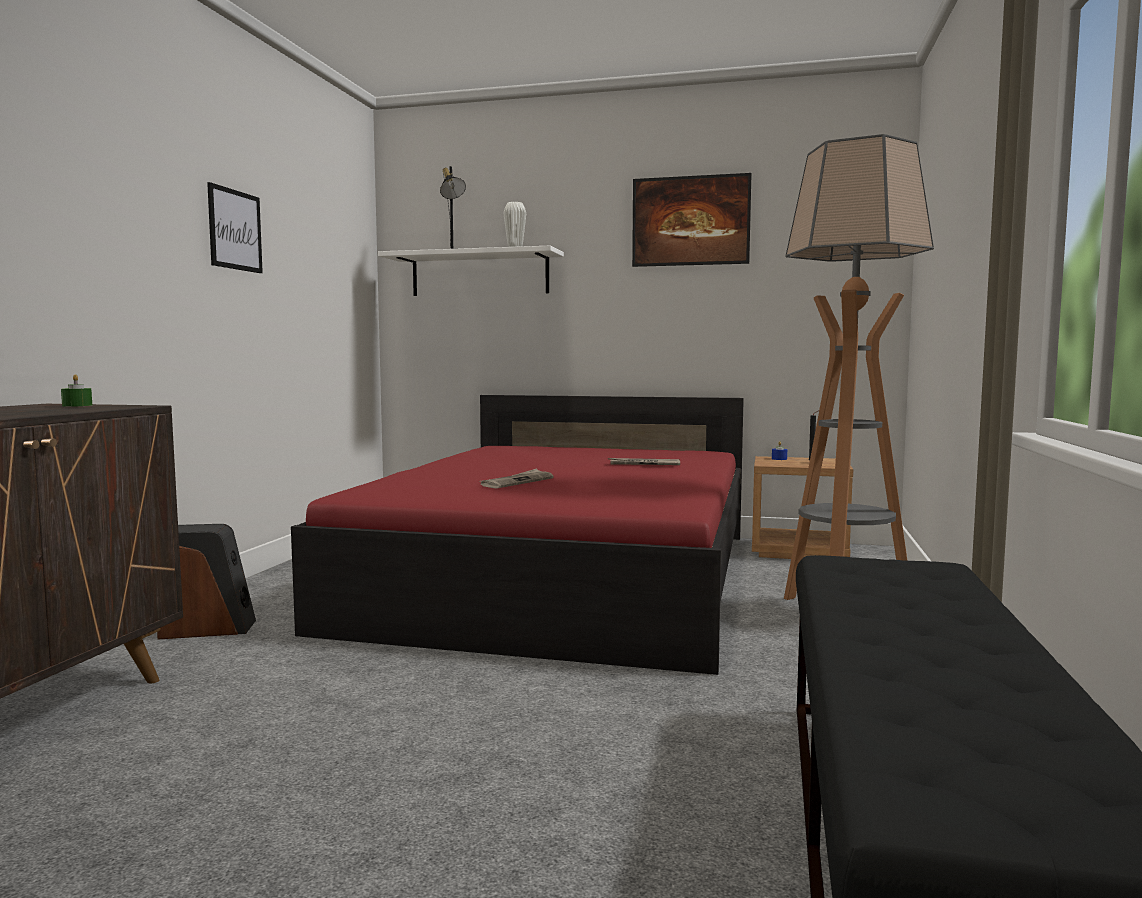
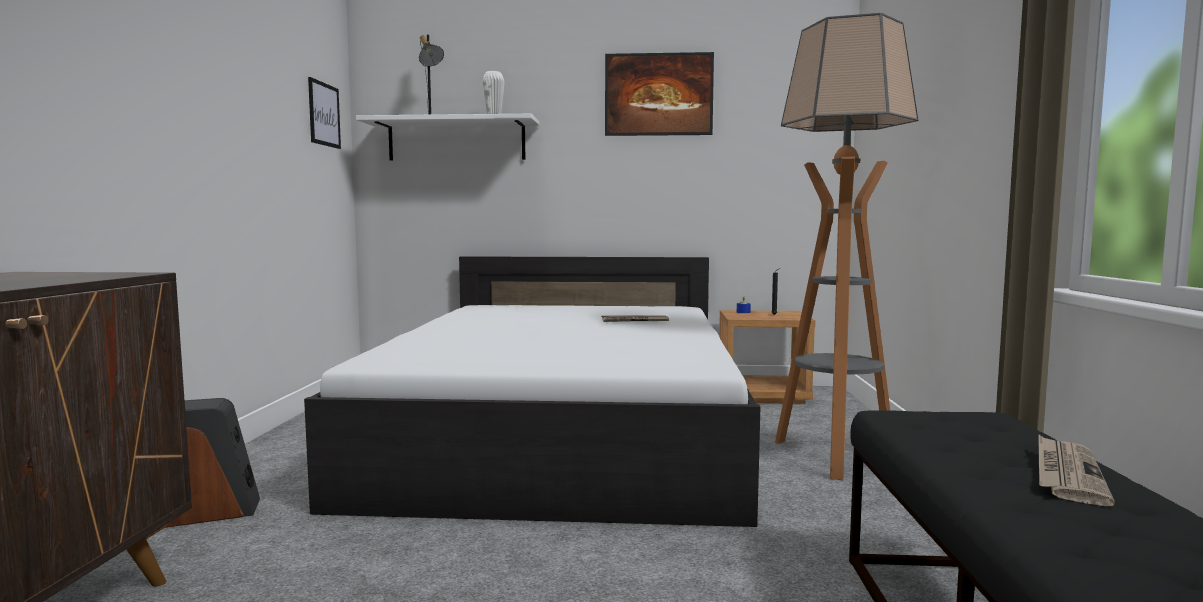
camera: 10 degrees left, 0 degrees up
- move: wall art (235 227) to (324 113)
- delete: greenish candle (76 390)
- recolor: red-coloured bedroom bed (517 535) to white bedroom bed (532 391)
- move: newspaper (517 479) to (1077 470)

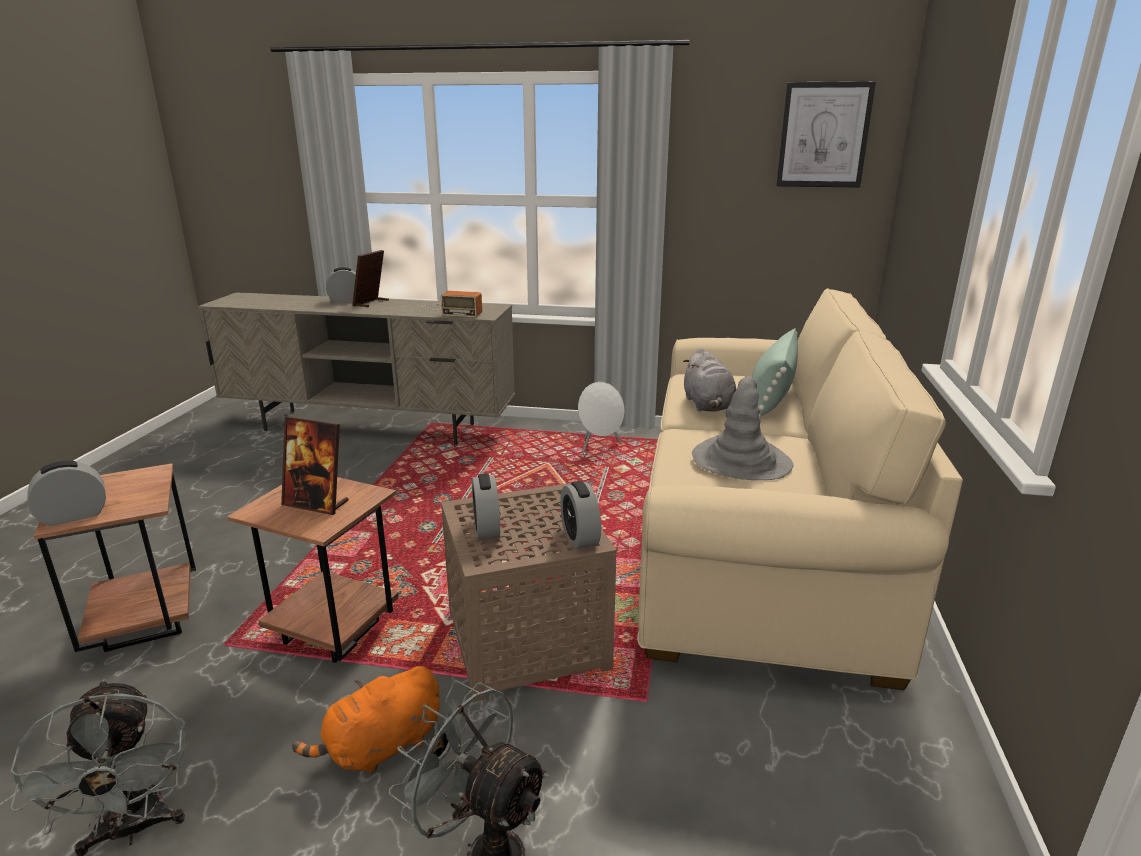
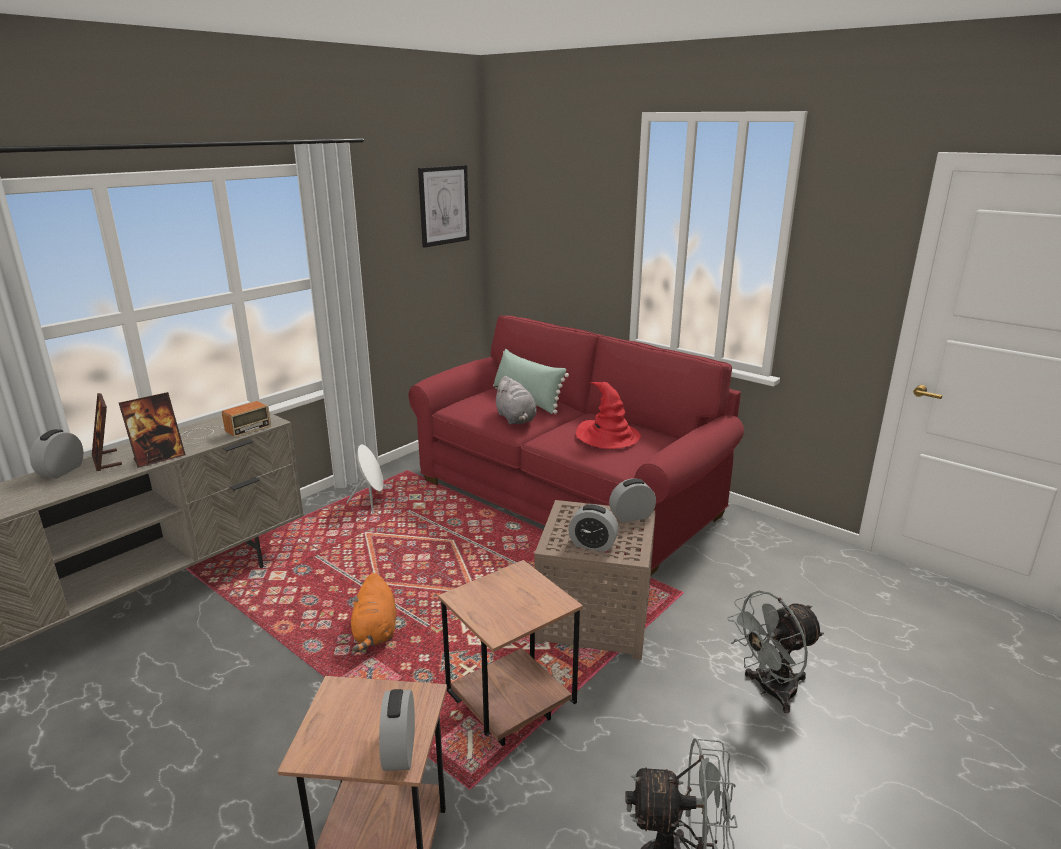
camera: 60 degrees left, 0 degrees up
- recolor: sand-coloured settee (800 489) to red-coloured settee (576 445)
- rotate: gray soft toy (709 380) = (515 400) 45 degrees clockwise
- recolor: gray wearable hat (742 428) to red-coloured wearable hat (608 415)
- move: photo frame (315 465) to (152 430)
- rotate: table clock (580 515) = (632 501) 150 degrees clockwise
- move: orange-coloured soft toy (366 720) to (373 612)

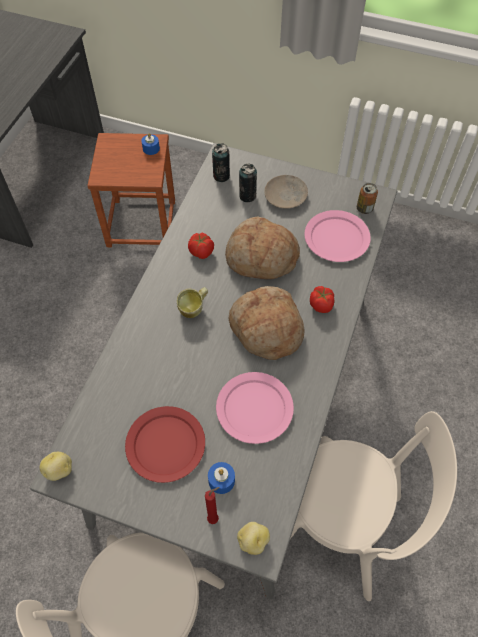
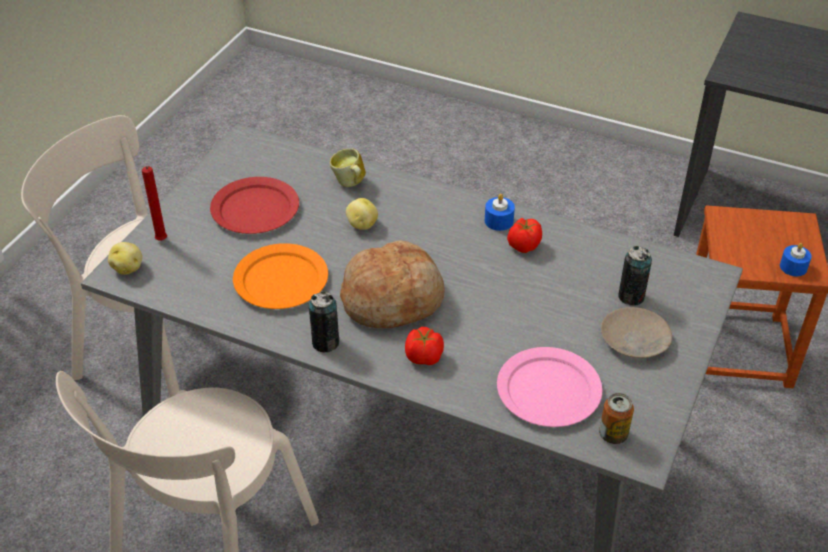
camera: 95 degrees right, 15 degrees down
- move: can (221 162) to (324 322)
- delete: baked bread (262 247)
- move: tea mug (192 302) to (348 167)
- recolor: pinkish dinner plate (255 408) to orange-coloured dinner plate (280 276)
- move: potato (56 466) to (362 214)
- move: bluish candle (221 478) to (500 212)

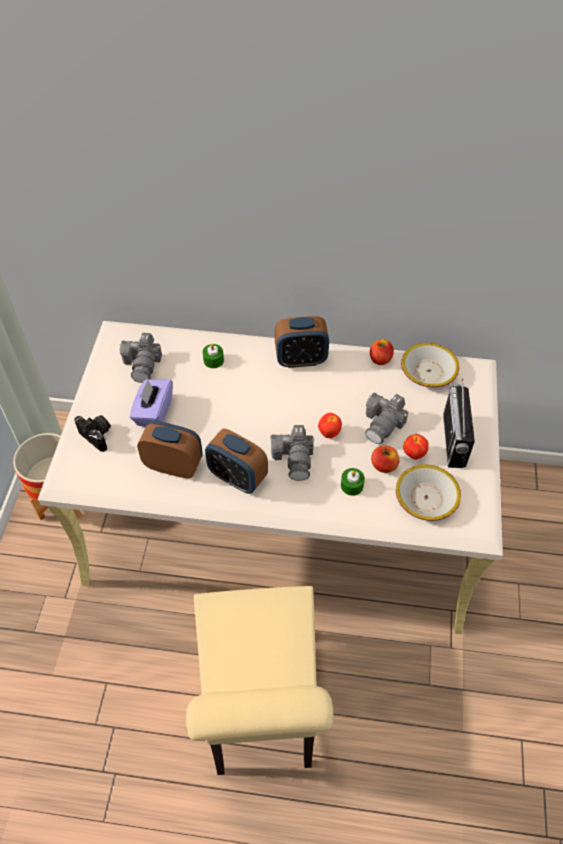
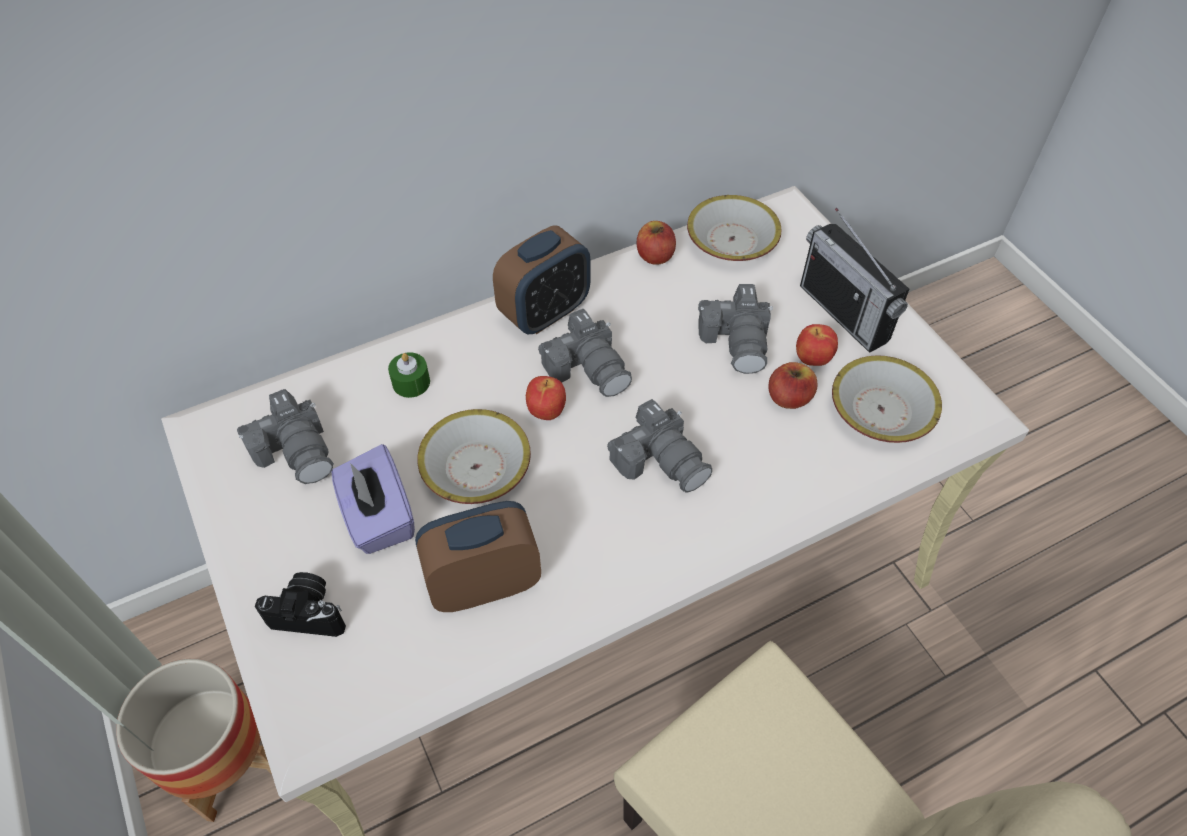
camera: 35 degrees left, 0 degrees up
- move: whole apple (330 425) to (546 398)
- delete: table clock (236 461)
- delete: greenish candle (353 482)
- insert: photo camera (585 353)
- insert: deep dish (474 456)

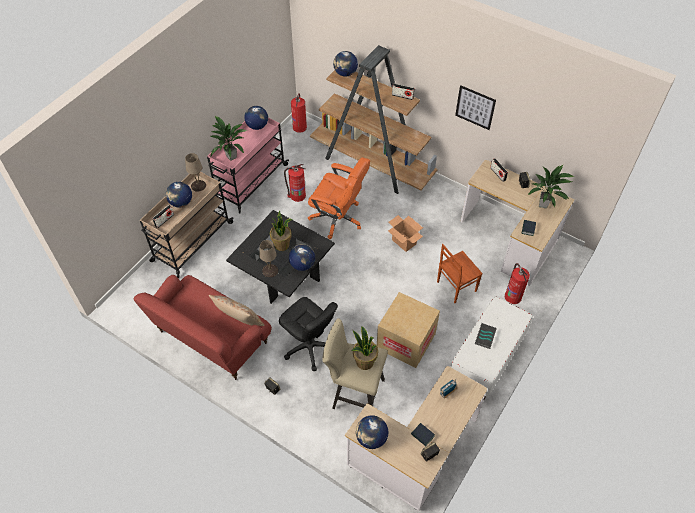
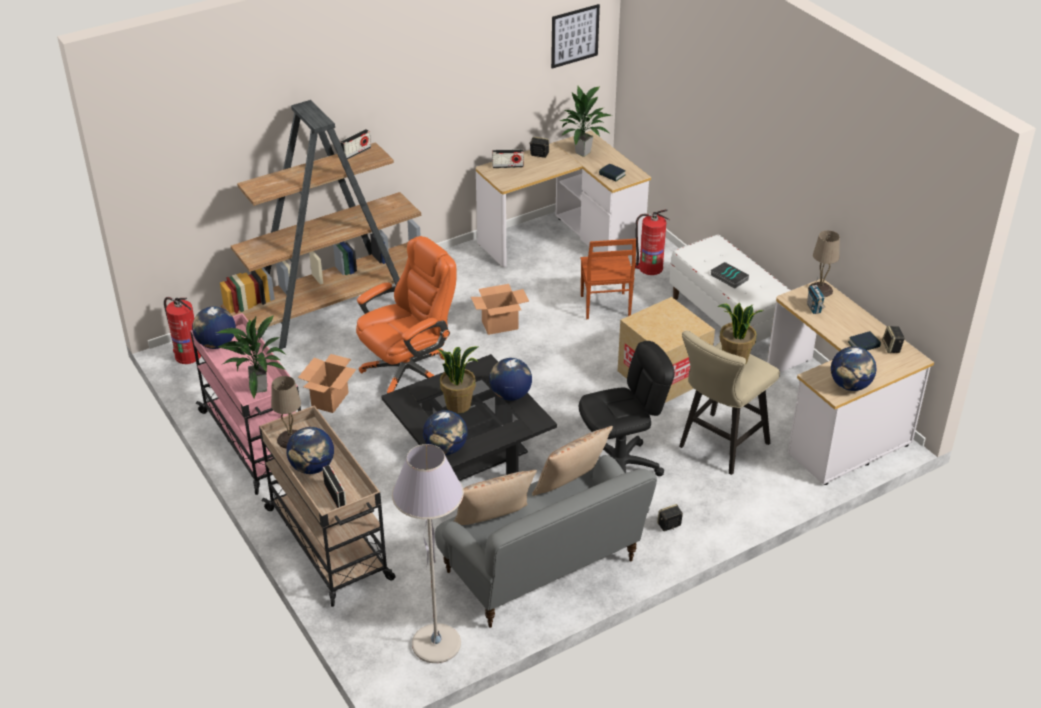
camera: 65 degrees left, 15 degrees down
- move: world globe (345 64) to (445 432)
- move: wall art (475 107) to (575 36)
- replace: fire-fighting cylinder (295 183) to carton (327 383)
- move: sand-coloured table lamp (268 258) to (824 263)
- recolor: red-coloured settee (202 327) to gray settee (546 541)
- insert: gray standing lamp (428 553)
- insert: sand-coloured pillow (495 497)

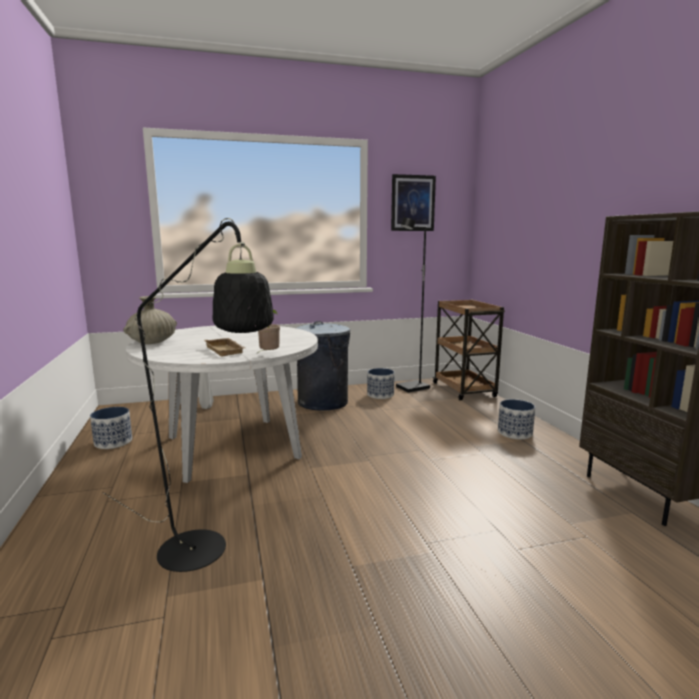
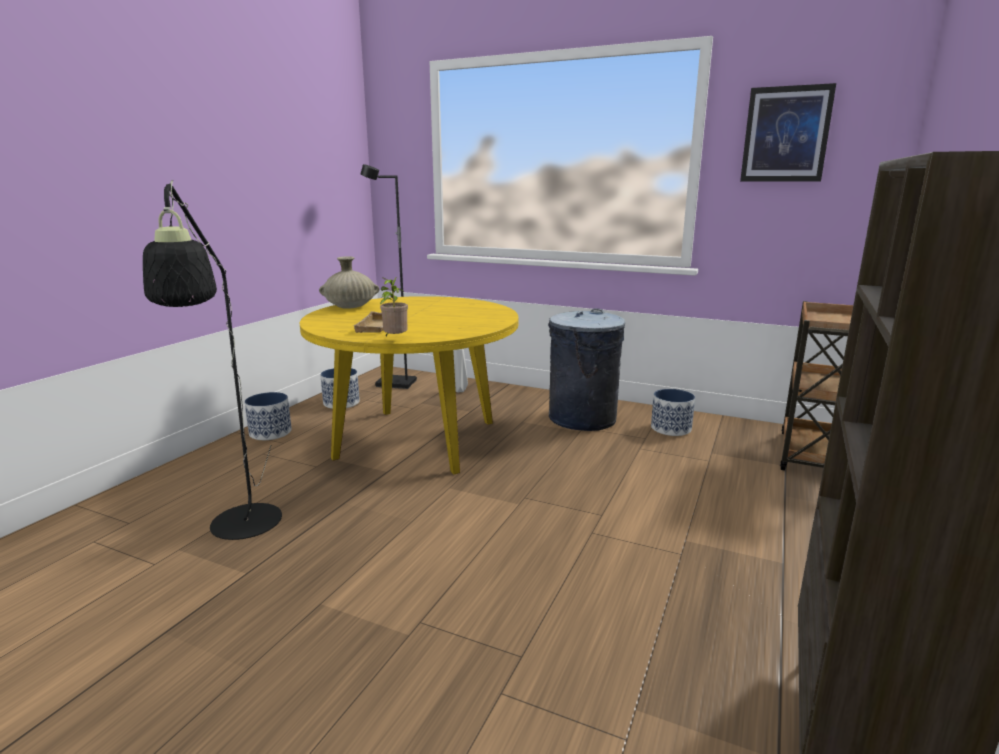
camera: 40 degrees right, 5 degrees up
- move: black standing lamp (413 305) to (389 276)
- recolor: white dinner table (222 404) to yellowish dinner table (409 385)
- move: flower pot (516 419) to (268 416)

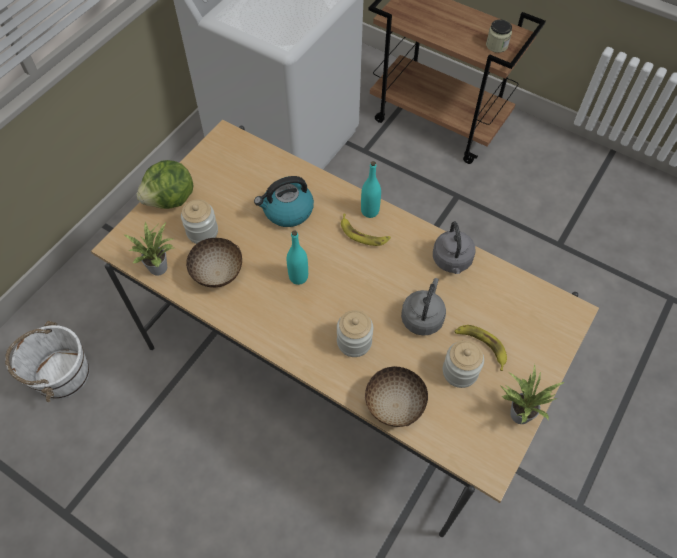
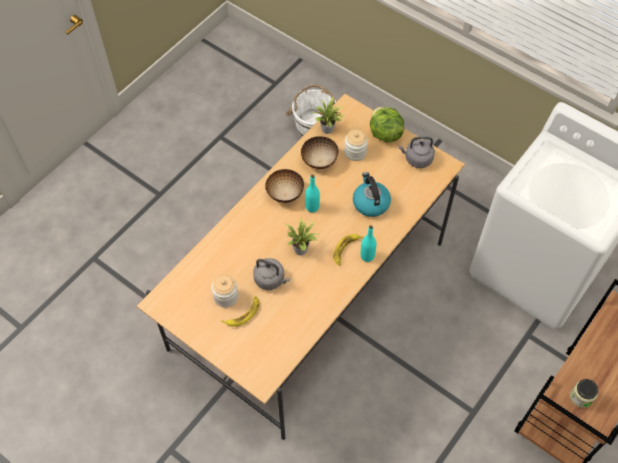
camera: 95 degrees right, 0 degrees up
- move: gray water kettle (454 247) to (416 152)
- delete: preserve jar (355 333)
- move: plant in a pot (532 394) to (302 236)
- move: deep dish (396 396) to (284 186)

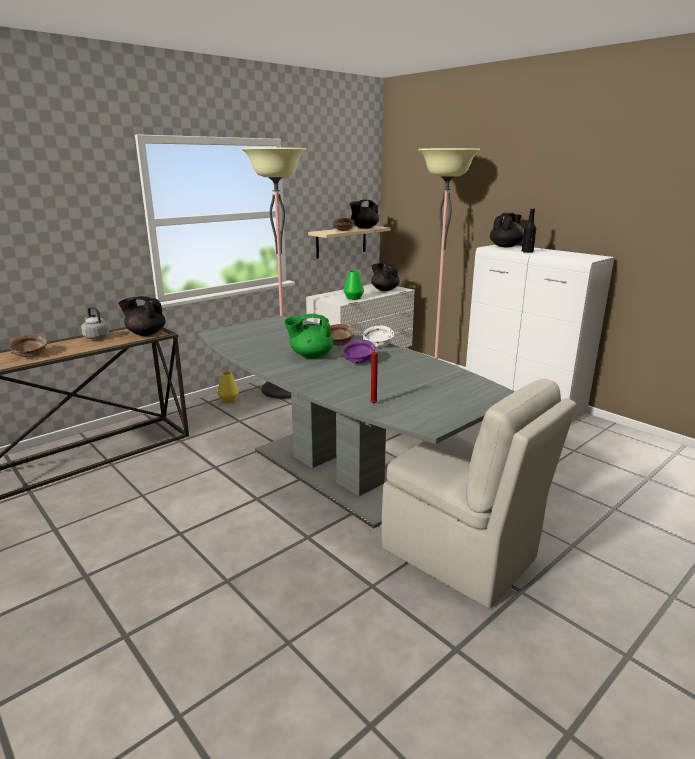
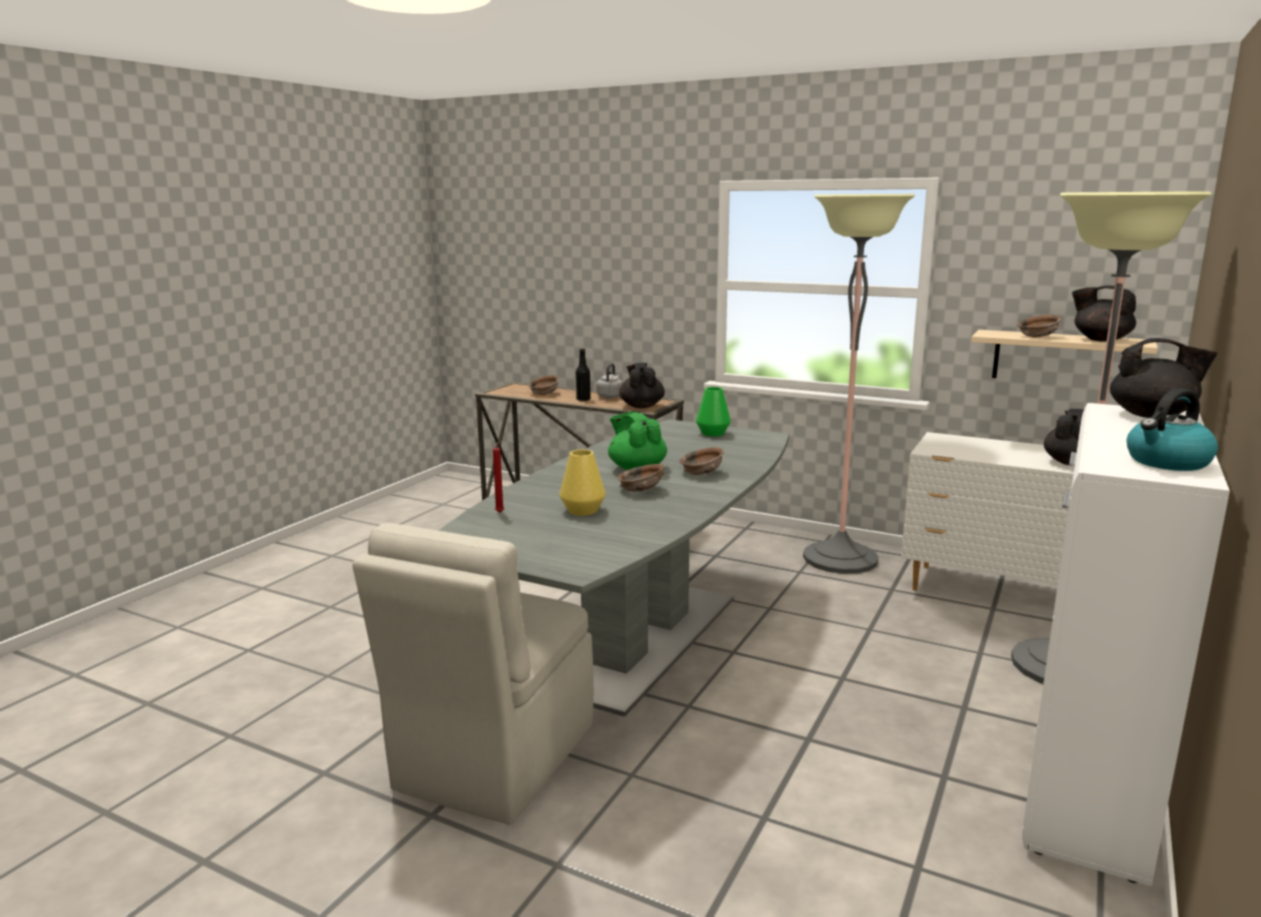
camera: 70 degrees right, 5 degrees down
- move: black drink bottle (529 230) to (583 374)
- move: greenish flower vase (354 285) to (713 411)
- delete: white deep dish (378 336)
- recolor: purplish deep dish (358 352) to brown deep dish (641 478)
- move: yellowish flower vase (228 387) to (583 483)
- insert: water kettle (1172 429)

